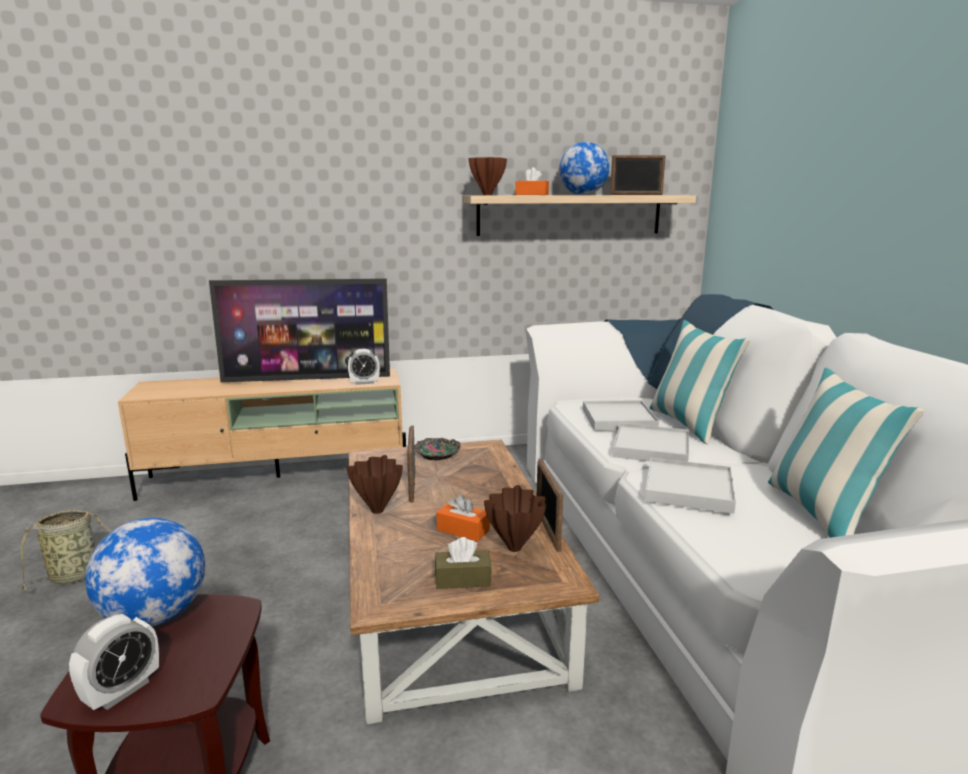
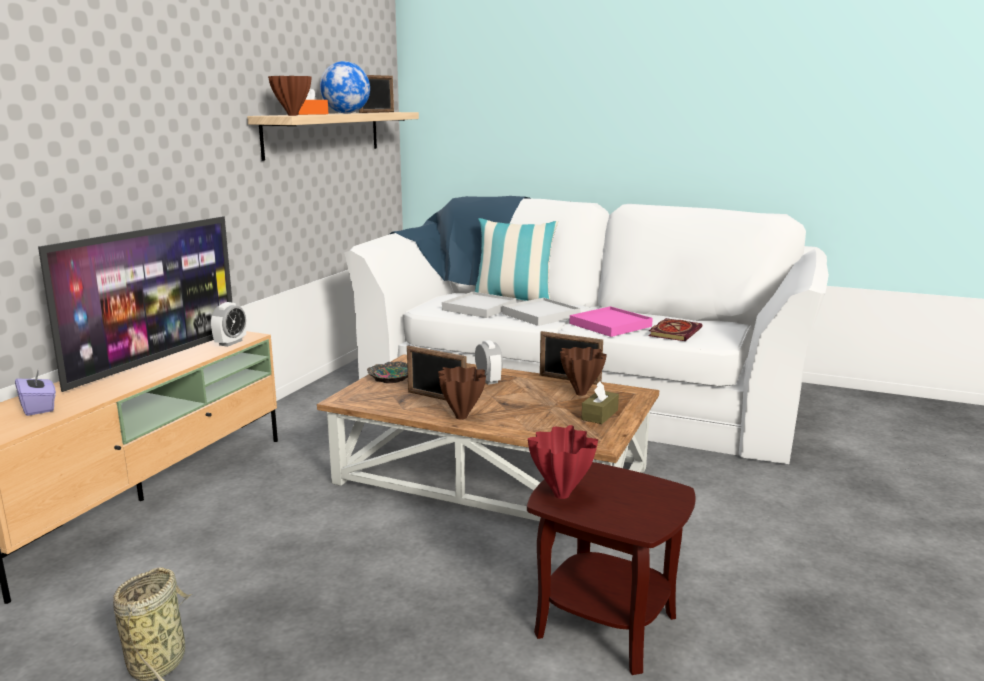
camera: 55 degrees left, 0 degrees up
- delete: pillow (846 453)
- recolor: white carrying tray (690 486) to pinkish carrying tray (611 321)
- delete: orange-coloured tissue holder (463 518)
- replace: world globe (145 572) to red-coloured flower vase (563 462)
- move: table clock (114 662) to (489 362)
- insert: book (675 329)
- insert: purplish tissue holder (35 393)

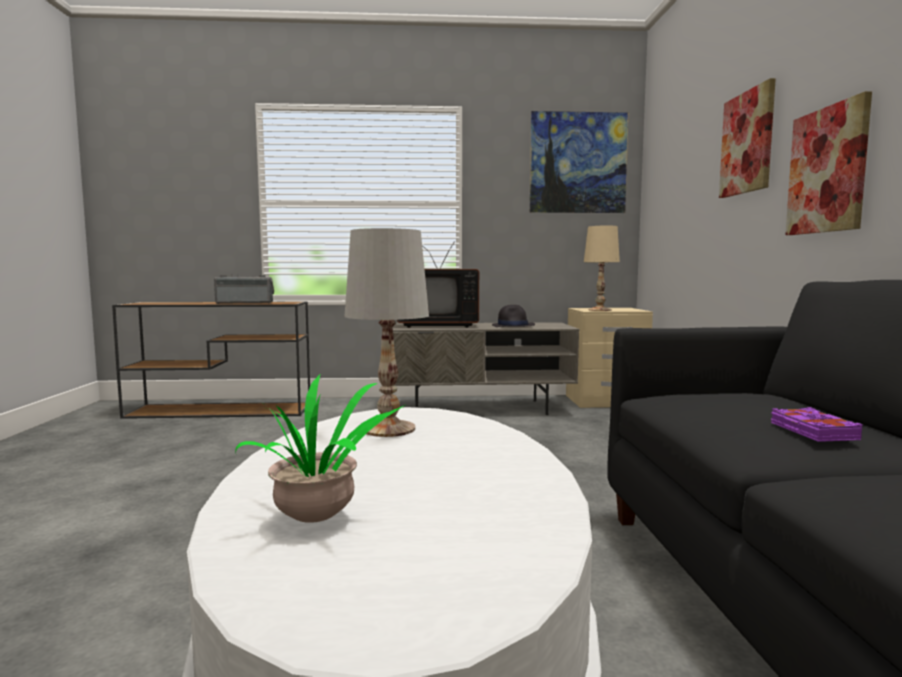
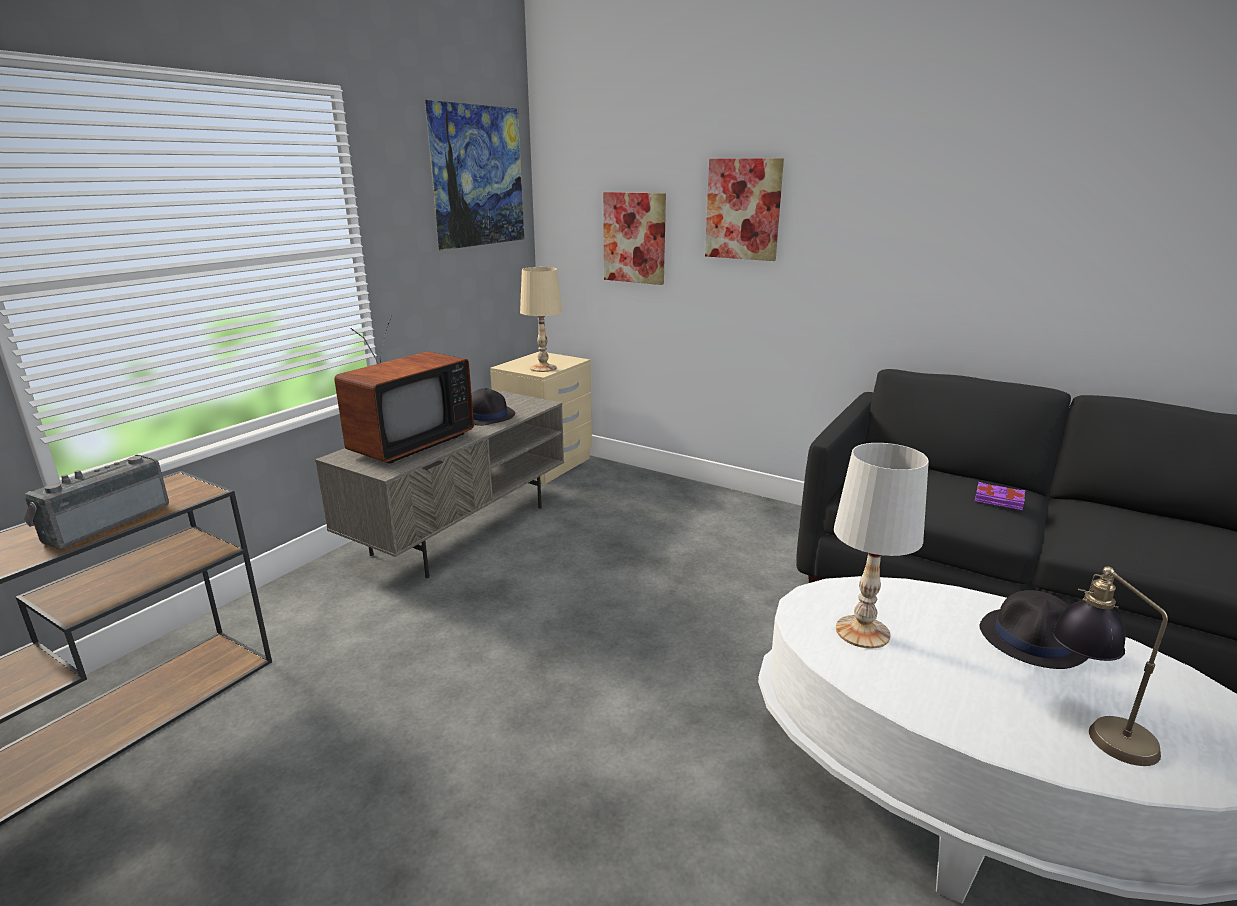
camera: 55 degrees left, 15 degrees up
- move: wall art (828 163) to (634 238)
- replace: plant in a pot (321 449) to table lamp (1110 666)
- insert: black wearable hat (1034 629)

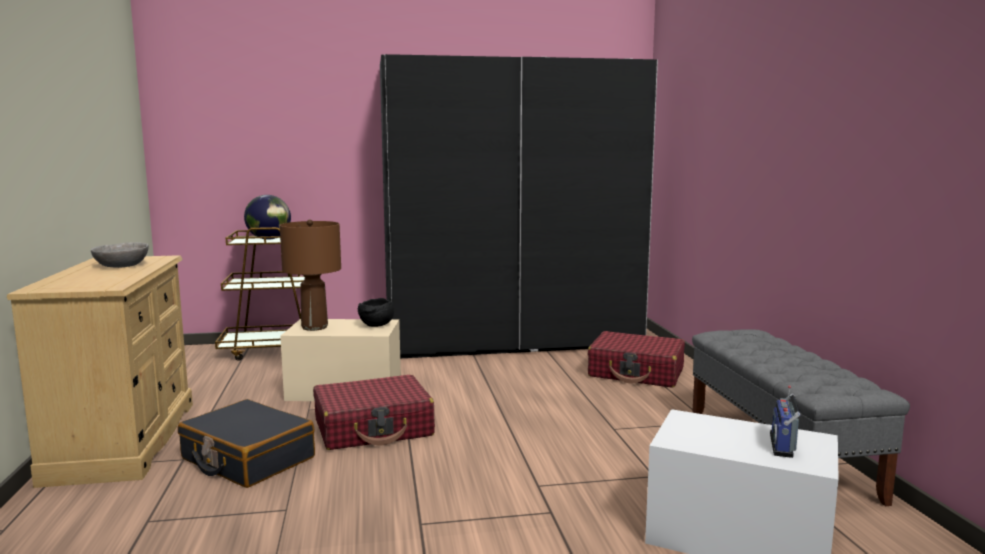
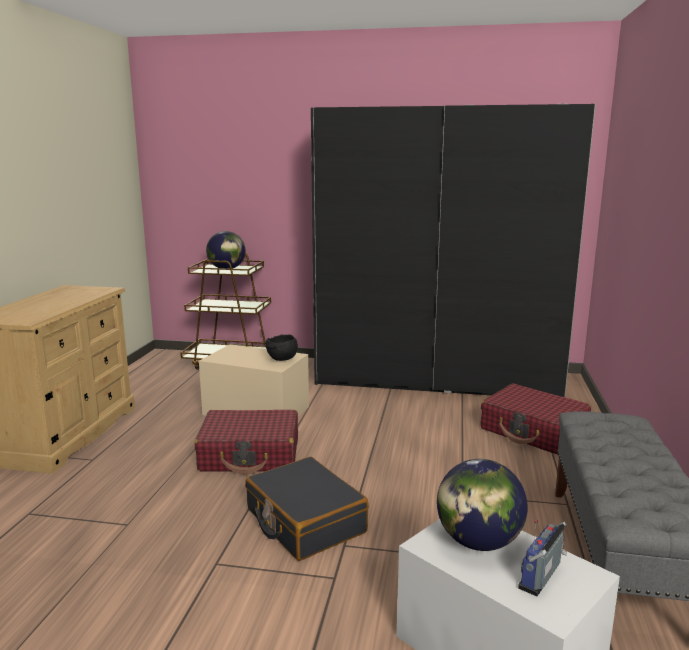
camera: 20 degrees right, 5 degrees up
- delete: brown table lamp (310 275)
- delete: gray deep dish (120 255)
- move: black suitcase (246 443) to (307 509)
- insert: world globe (482 505)

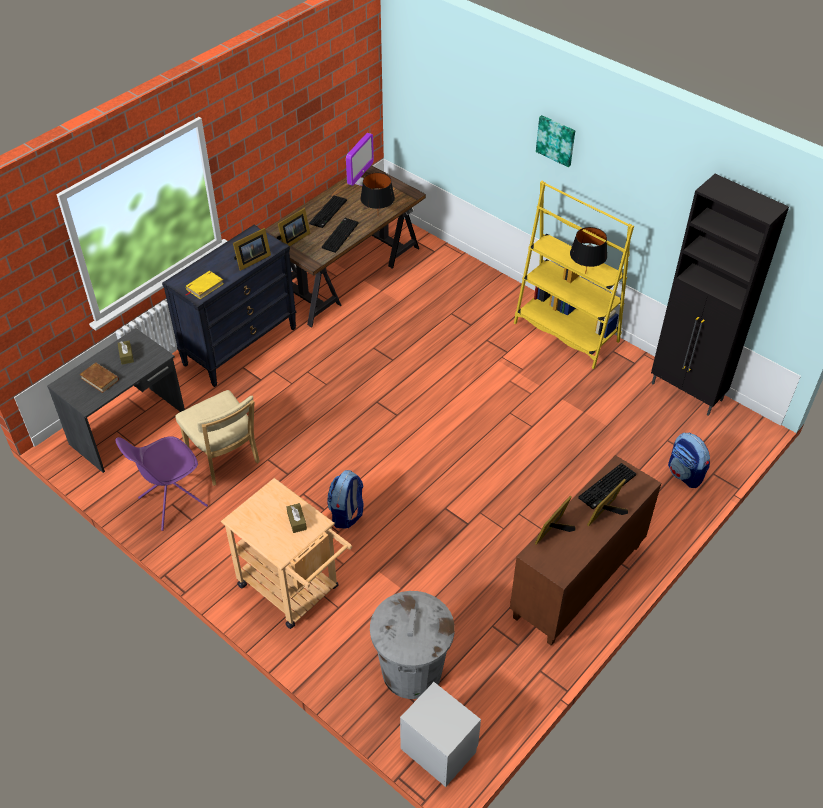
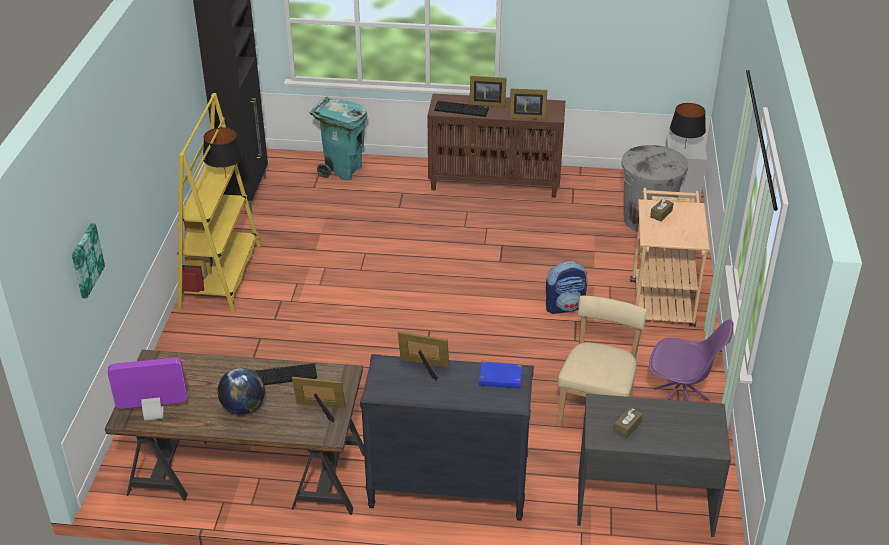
camera: 125 degrees left, 10 degrees down
- move: wall art (555 141) to (88 260)
- move: black table lamp (377 191) to (688 125)
- replace: keyboard (328 212) to world globe (241 391)
- recolor: yellowish book (205 285) to bluish book (503 375)
- delete: brown book (99 377)
- replace: knapsack (689 460) to blue-green rubbish bin (338 138)

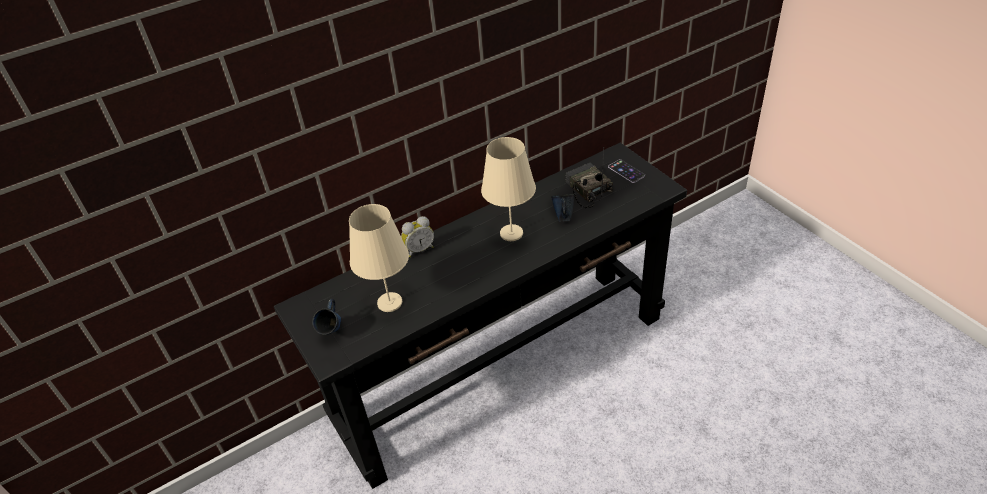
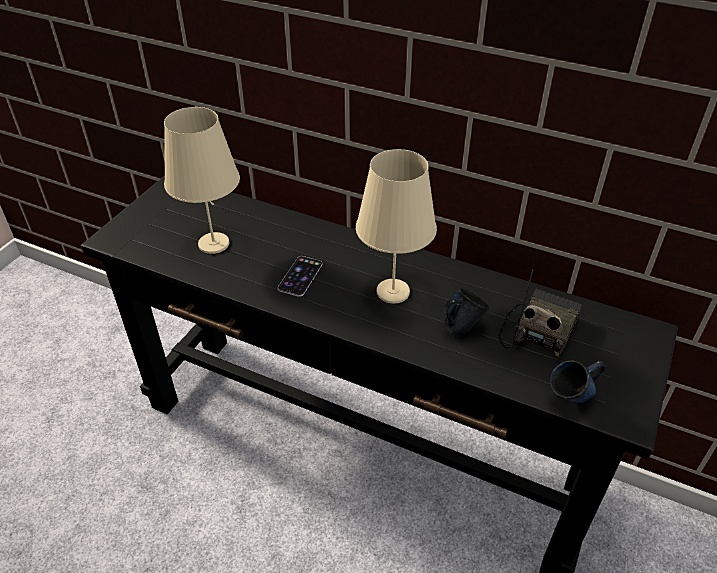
camera: 55 degrees right, 0 degrees up
- move: telephone (626 171) to (300 276)
- delete: table clock (417 236)
- move: bluish tea mug (326 317) to (578 382)

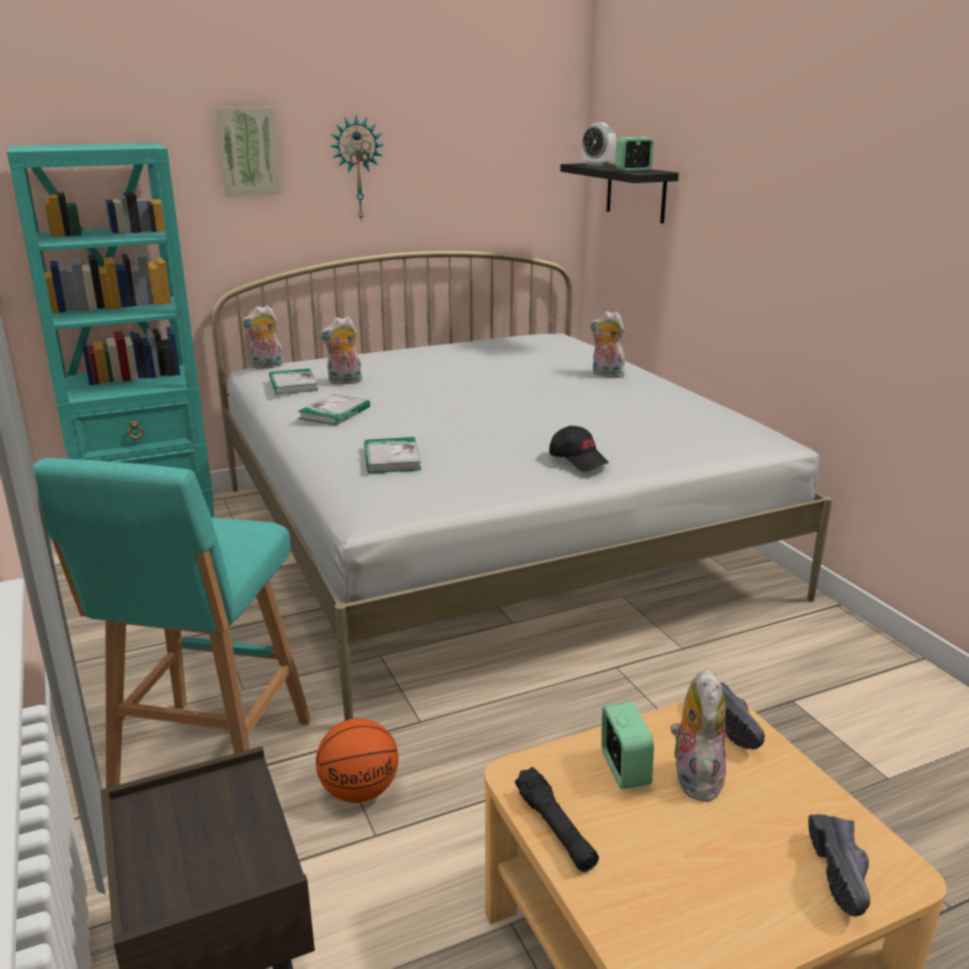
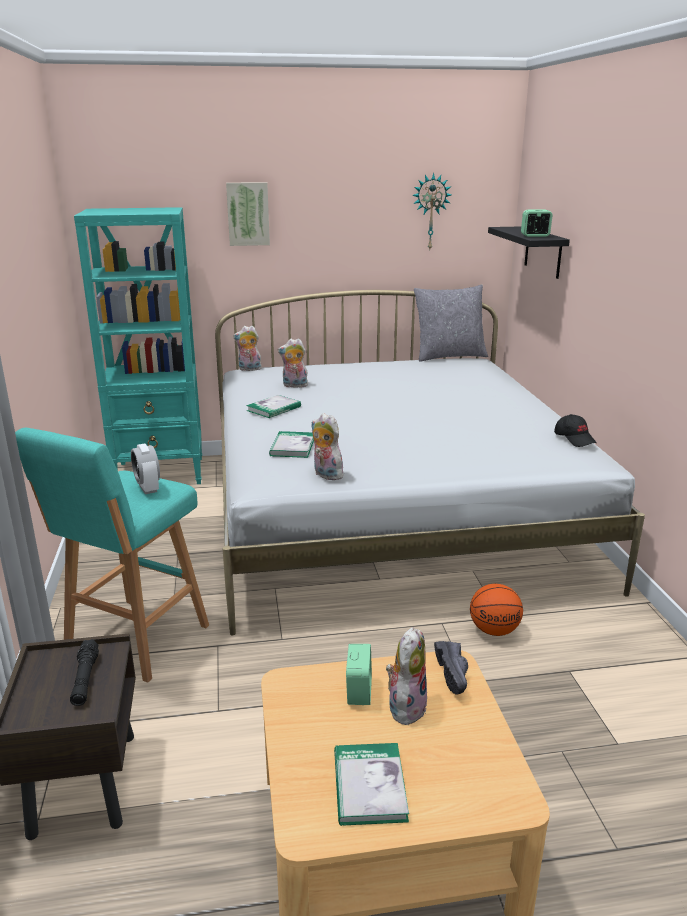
camera: 15 degrees right, 0 degrees up
- move: hanging clock (357 168) to (432 211)
- move: table clock (599 144) to (145 468)
- move: soft toy (607 344) to (327 446)
- move: book (293 381) to (371 784)
- move: black cap (579 448) to (575 430)
- move: ball for basketball (357 760) to (496 610)
- move: black hand torch (557 819) to (84 672)
- delete: black low shoe (839 865)
- insert: gray pillow (451 323)

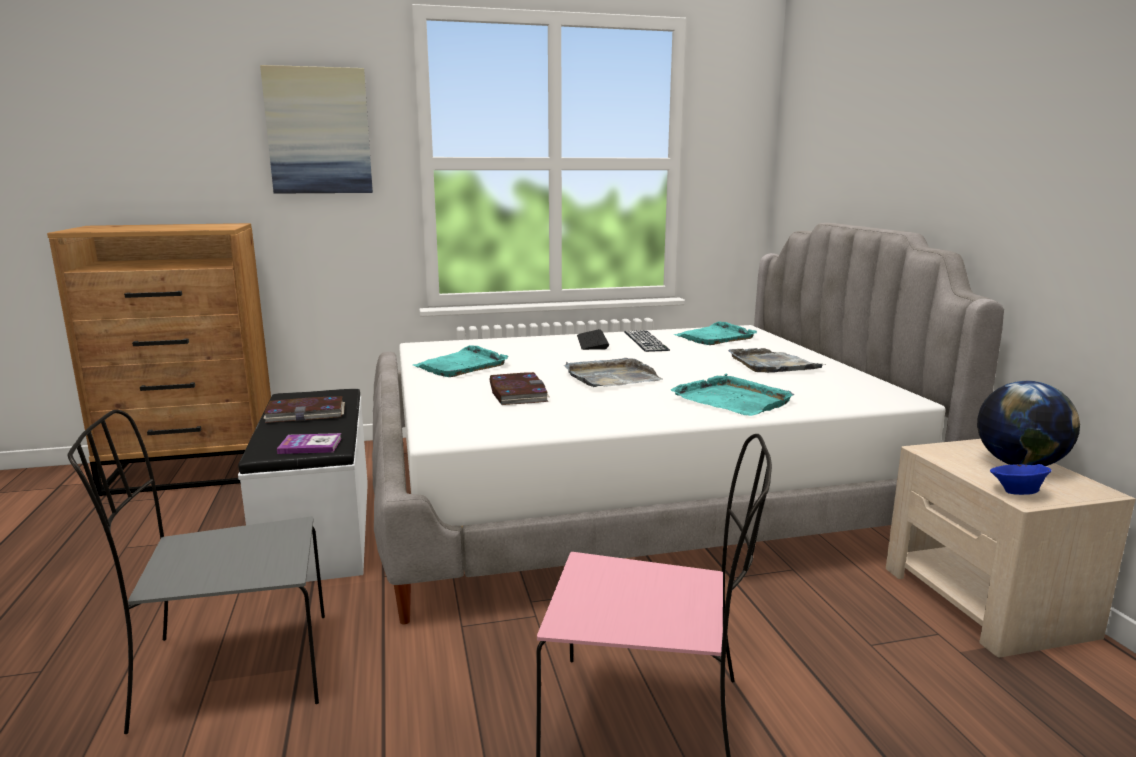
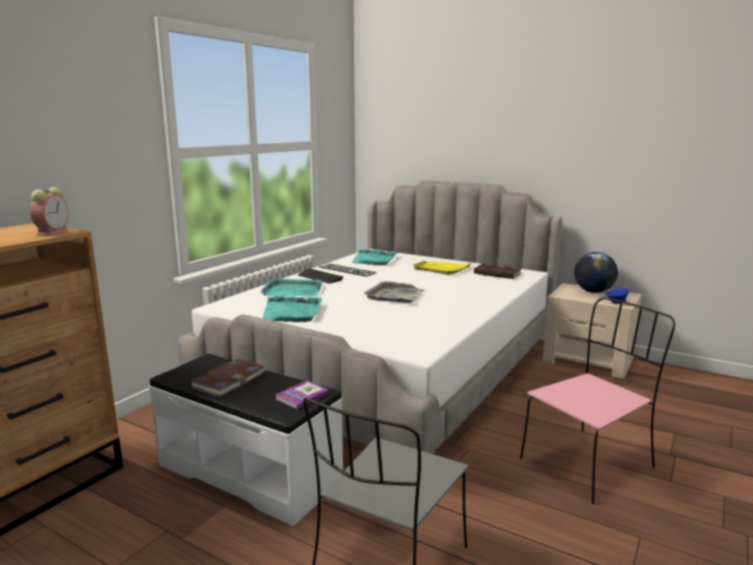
camera: 45 degrees left, 0 degrees up
- delete: wall art (316 129)
- recolor: gray carrying tray (775 360) to yellowish carrying tray (442 268)
- move: book (519 388) to (497 271)
- move: blue-green carrying tray (732 394) to (291 287)
- insert: table clock (49 211)

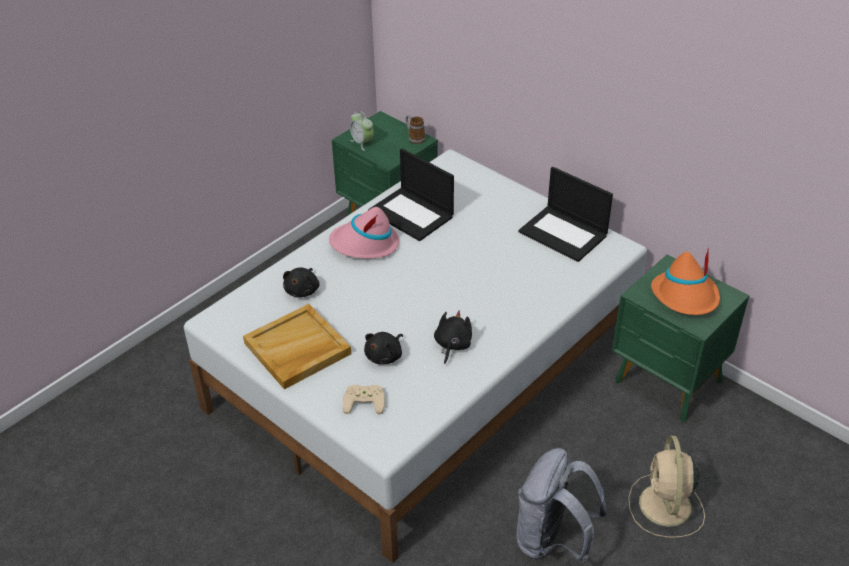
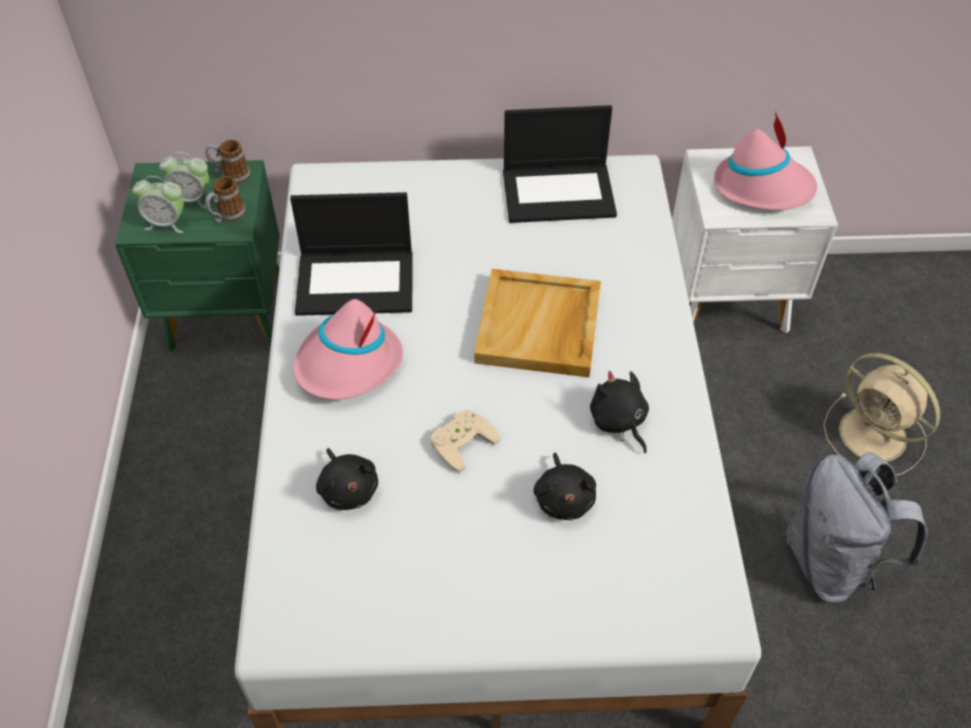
camera: 45 degrees left, 10 degrees up
- recolor: orange-coloured wearable hat (685 281) to pinkish wearable hat (765 160)
- recolor: greenish nightstand (680 338) to white nightstand (755 239)
- move: sand-coloured carrying tray (297 346) to (537 323)
- move: sand-coloured gamepad (364 399) to (465 441)
- insert: table clock (184 180)
- insert: tea mug (225 199)

